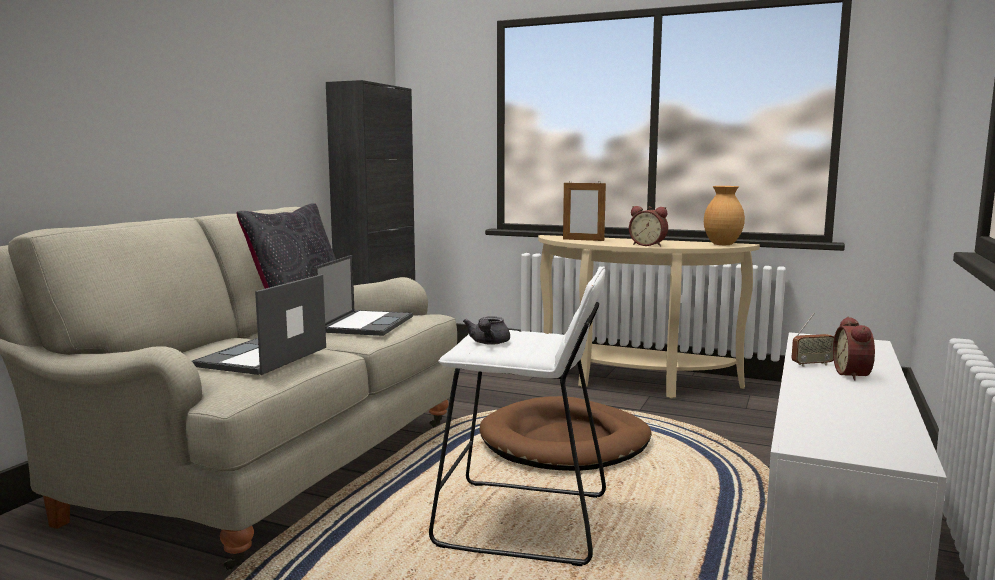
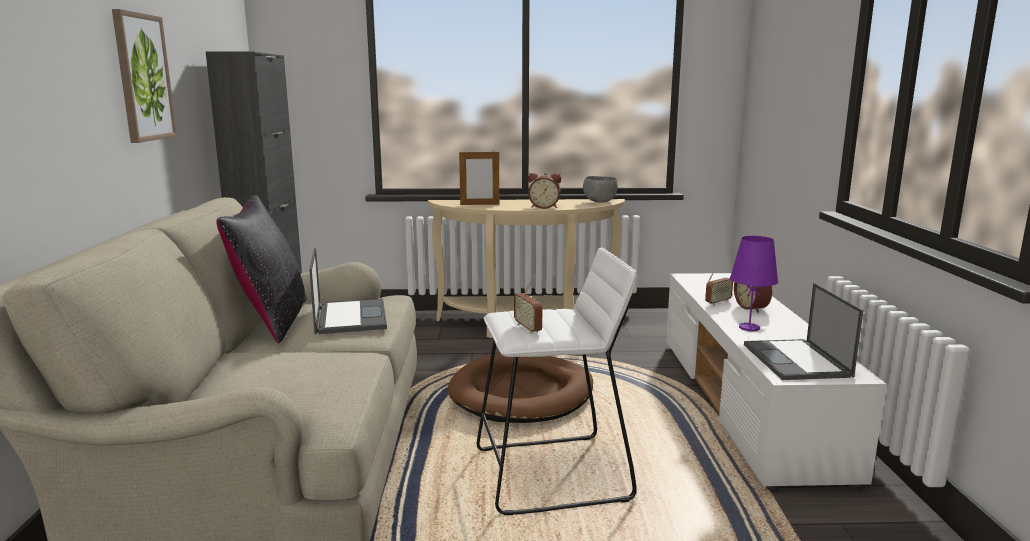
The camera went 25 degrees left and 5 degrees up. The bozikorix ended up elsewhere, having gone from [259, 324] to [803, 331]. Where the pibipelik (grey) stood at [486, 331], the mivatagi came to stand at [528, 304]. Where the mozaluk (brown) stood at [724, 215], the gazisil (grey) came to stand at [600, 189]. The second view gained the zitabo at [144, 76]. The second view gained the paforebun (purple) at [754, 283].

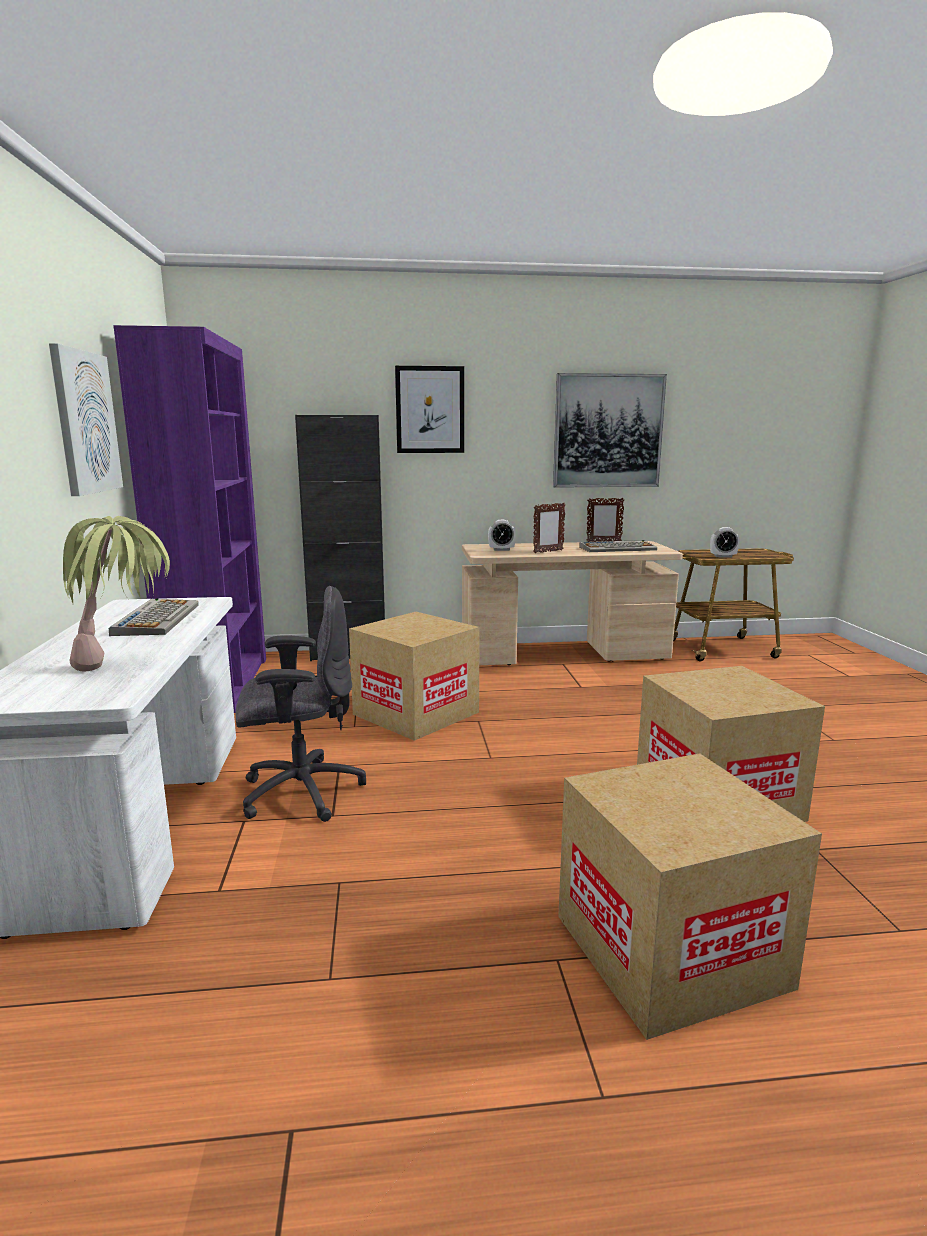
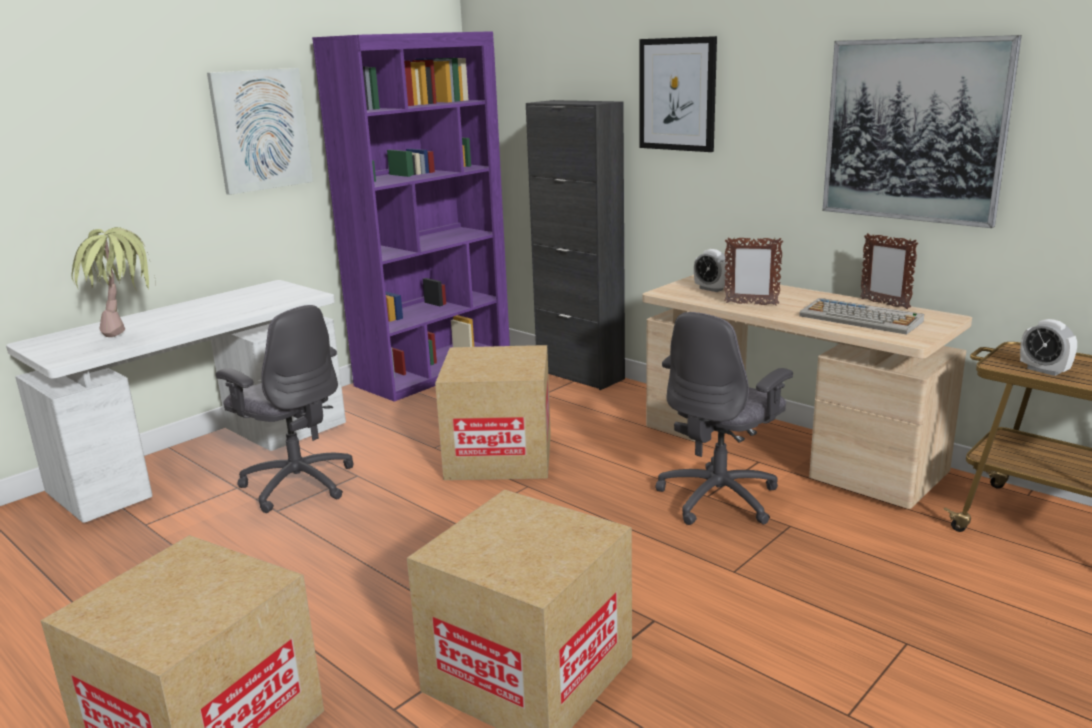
The camera went 50 degrees right and 5 degrees up. The second view lost the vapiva at [154, 617]. The second view gained the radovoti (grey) at [724, 418].

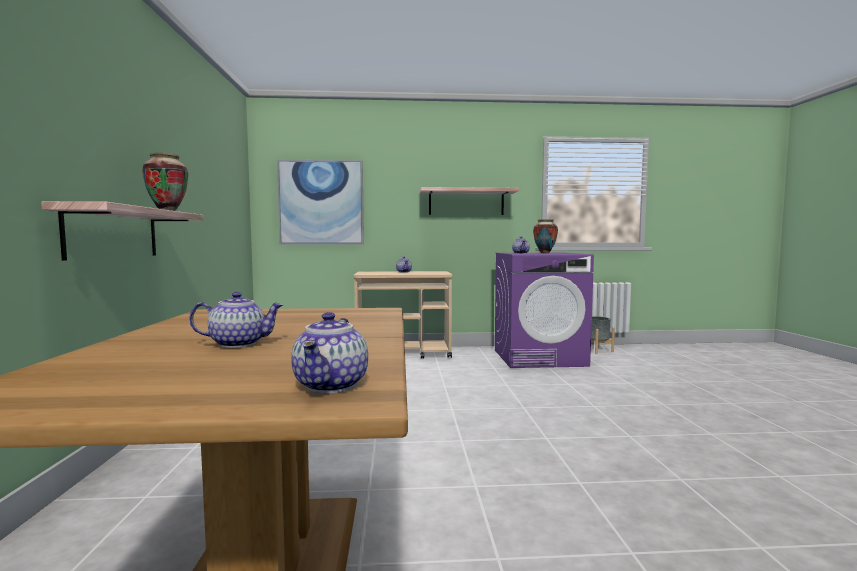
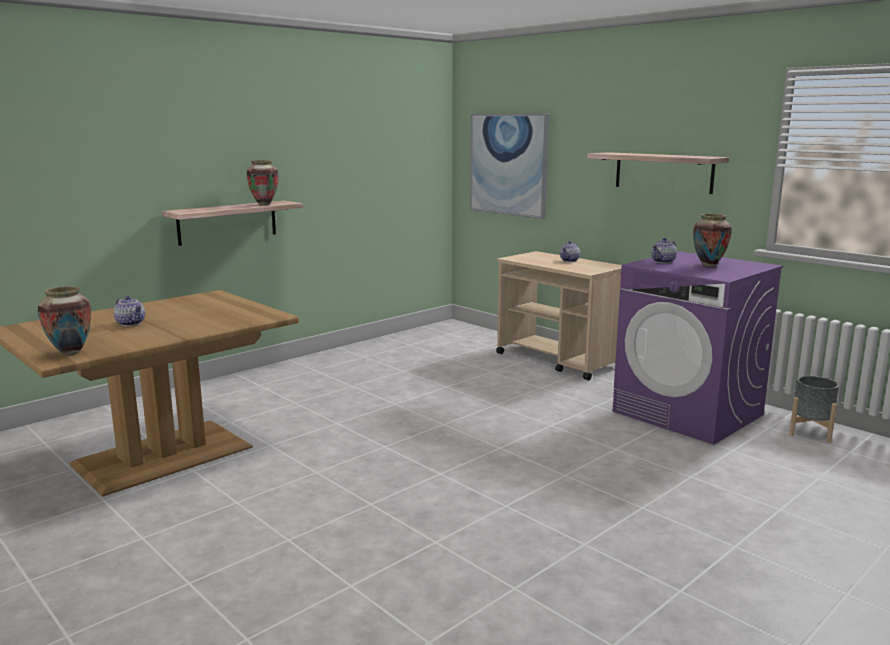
The camera went 50 degrees right and 10 degrees up. Where the pibipelik stood at [329, 352], the mozaluk came to stand at [64, 321].

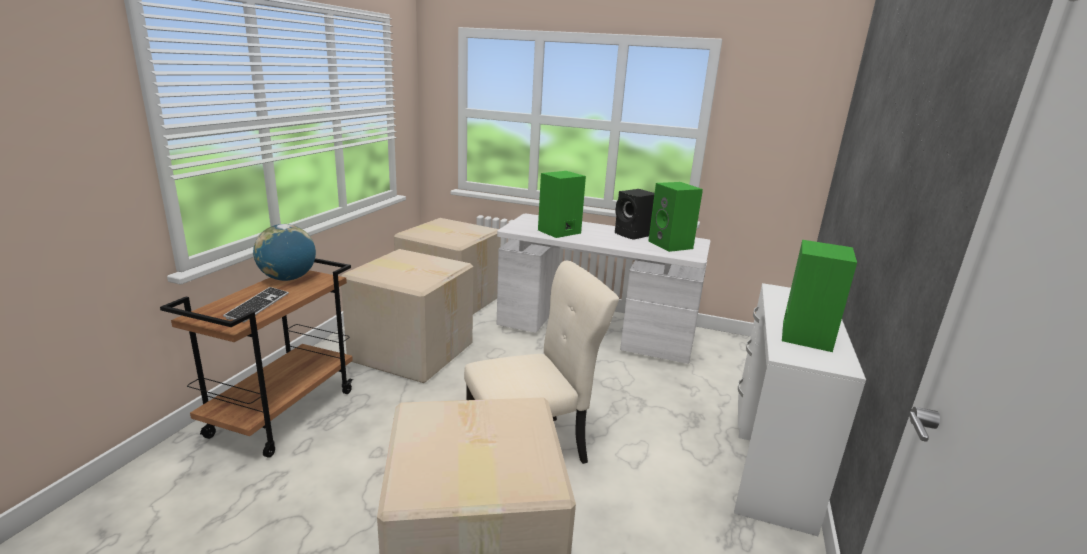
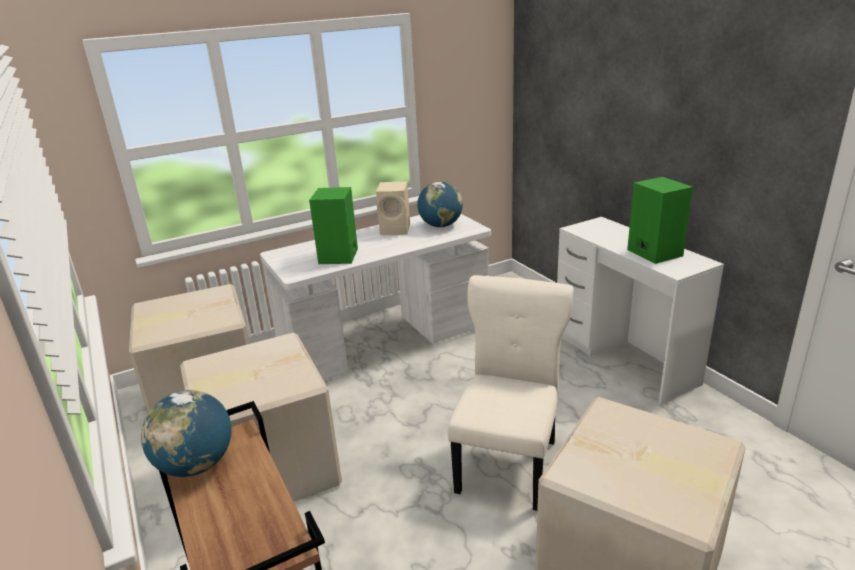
The camera went 45 degrees left and 5 degrees up. The second view lost the vapiva at [256, 304]. What was the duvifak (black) at [635, 214] turned into the duvifak (beige) at [393, 208]. Where the duvifak (green) stood at [675, 217], the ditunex came to stand at [440, 204].

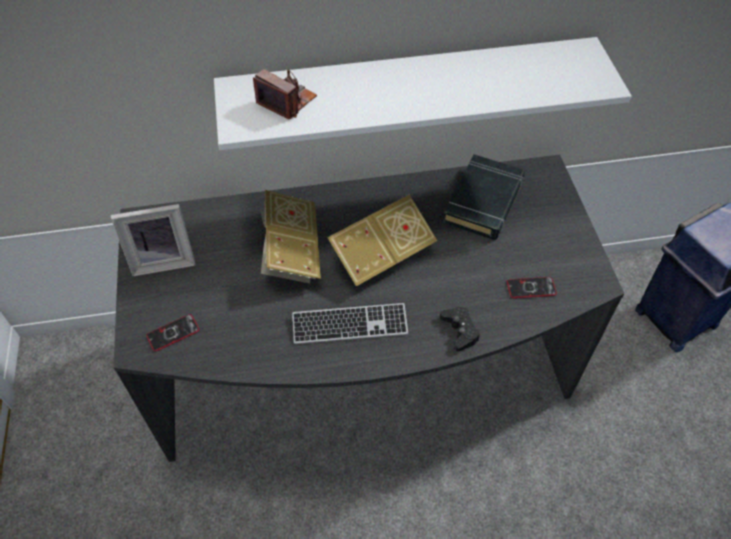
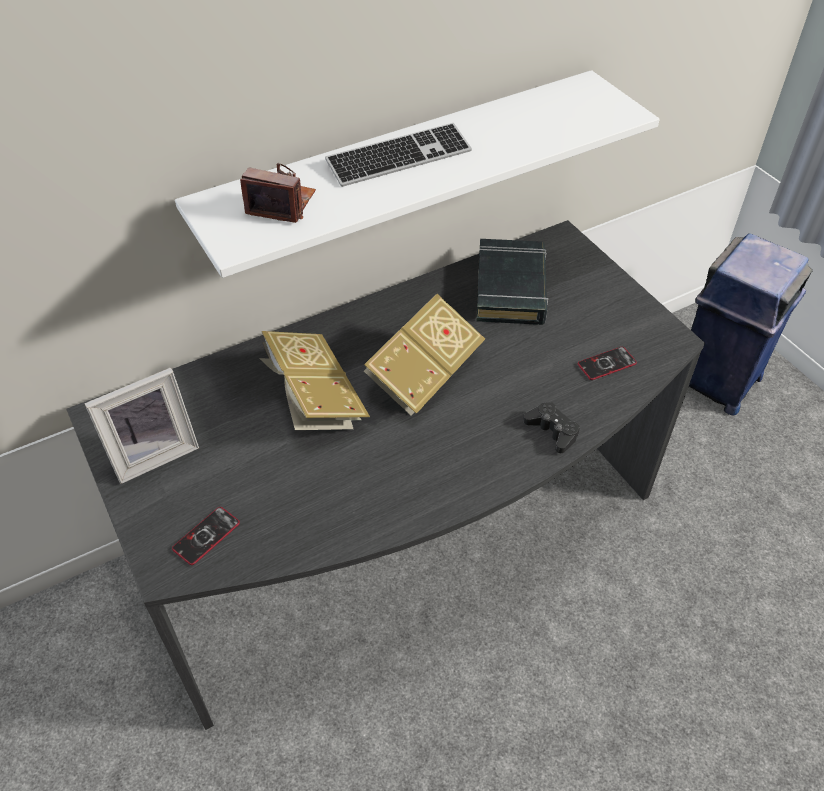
The camera went 20 degrees left and 5 degrees down. The vapiva ended up elsewhere, having gone from [350, 323] to [398, 155].

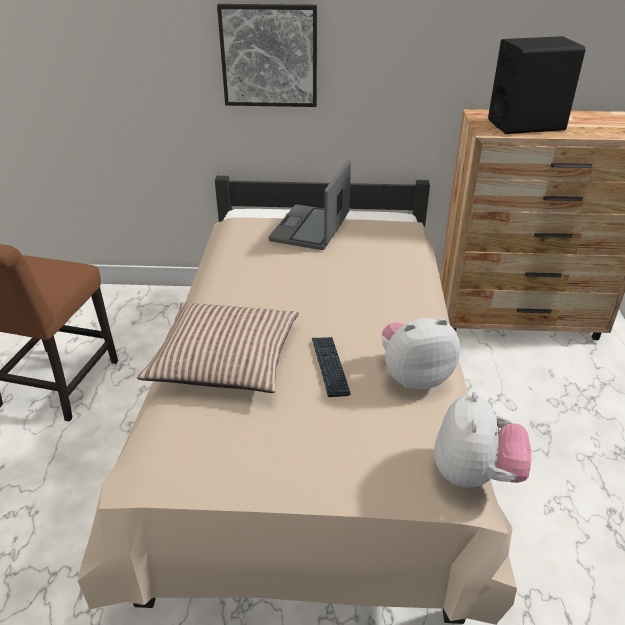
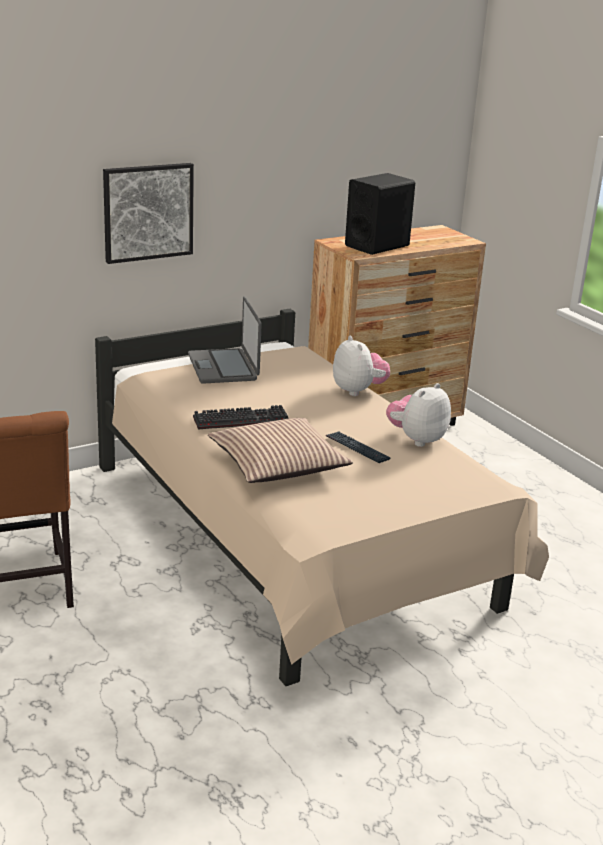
The camera went 35 degrees left and 10 degrees down. The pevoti ended up elsewhere, having gone from [483, 439] to [361, 366]. The second view gained the vapiva at [241, 417].

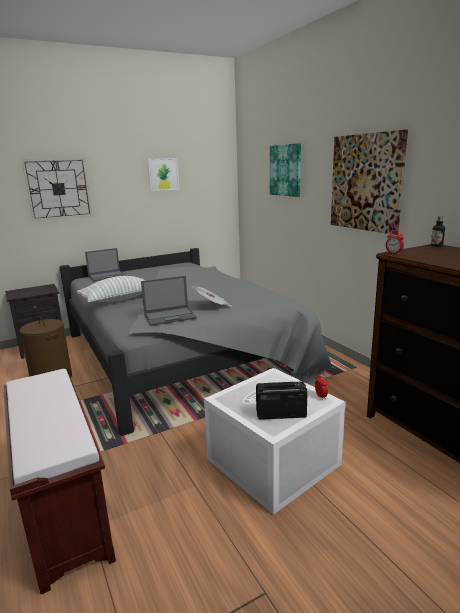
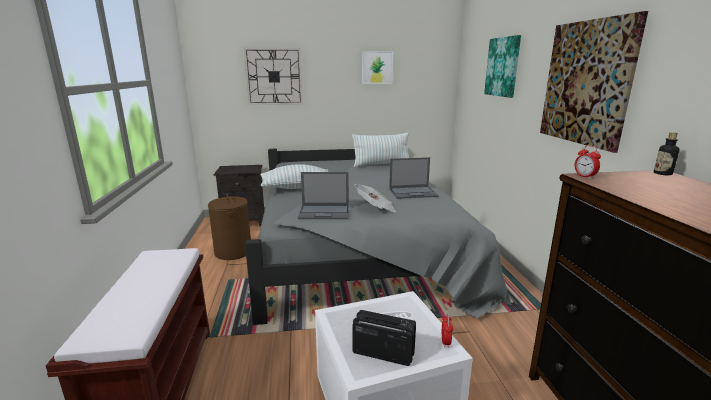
The camera went 20 degrees right and 0 degrees up. The bozikorix ended up elsewhere, having gone from [105, 264] to [413, 178]. The second view gained the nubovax at [380, 150].

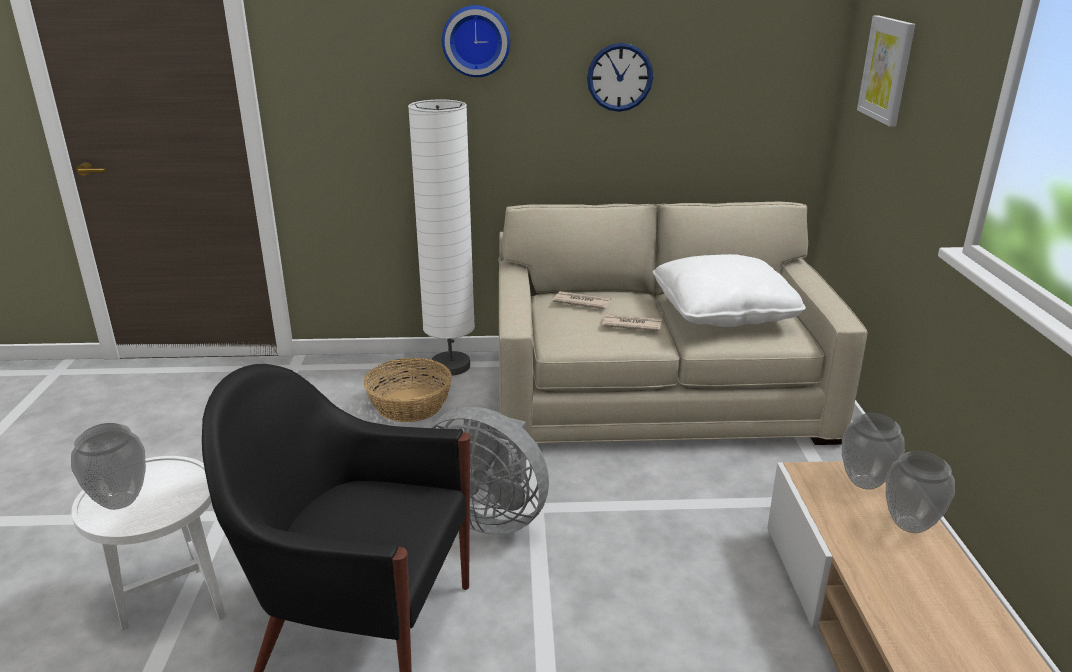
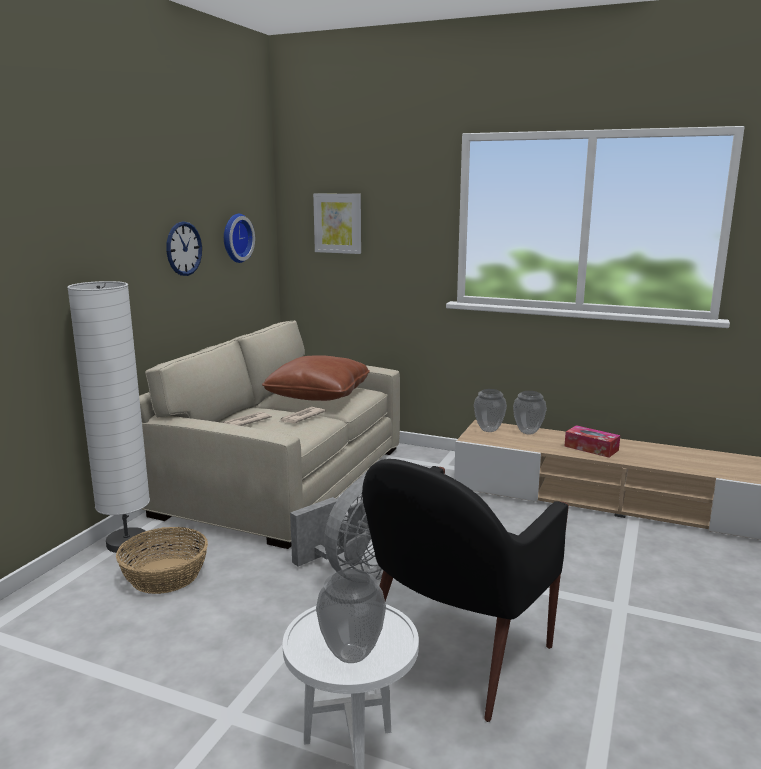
The camera went 65 degrees left and 10 degrees down. The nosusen ended up elsewhere, having gone from [476, 41] to [239, 238]. What was the nubovax (white) at [729, 290] turned into the nubovax (brown) at [316, 378]. The second view gained the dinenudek at [592, 441].

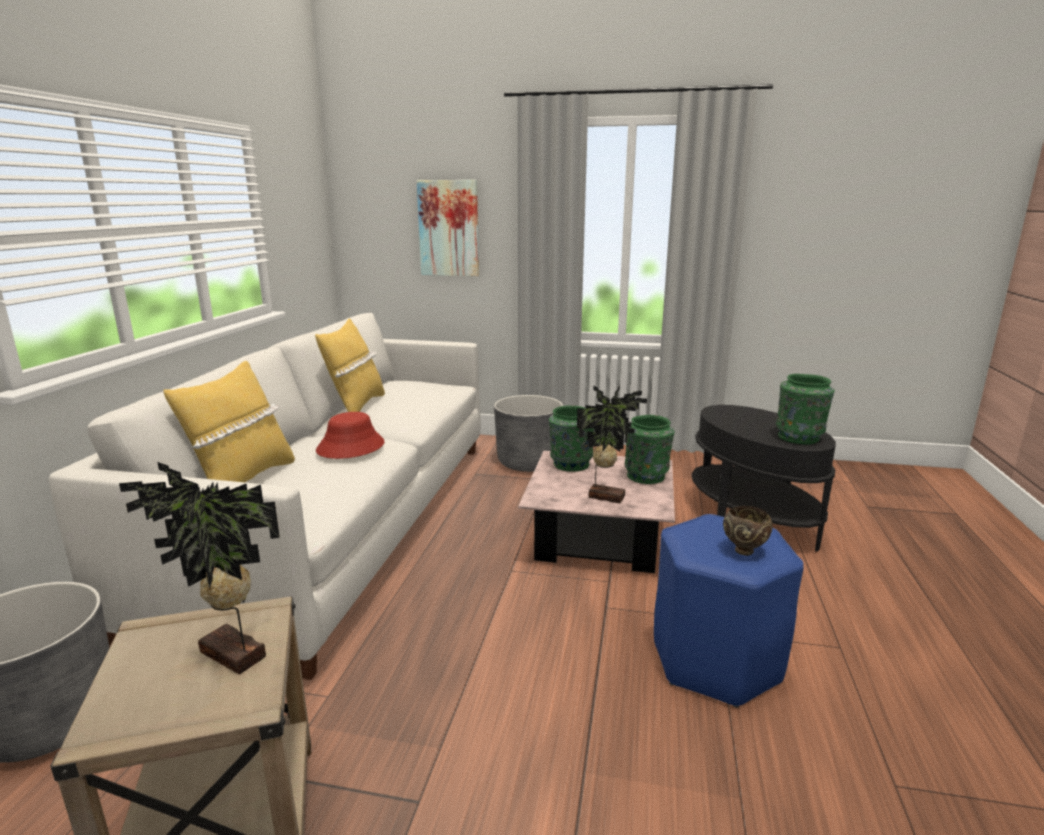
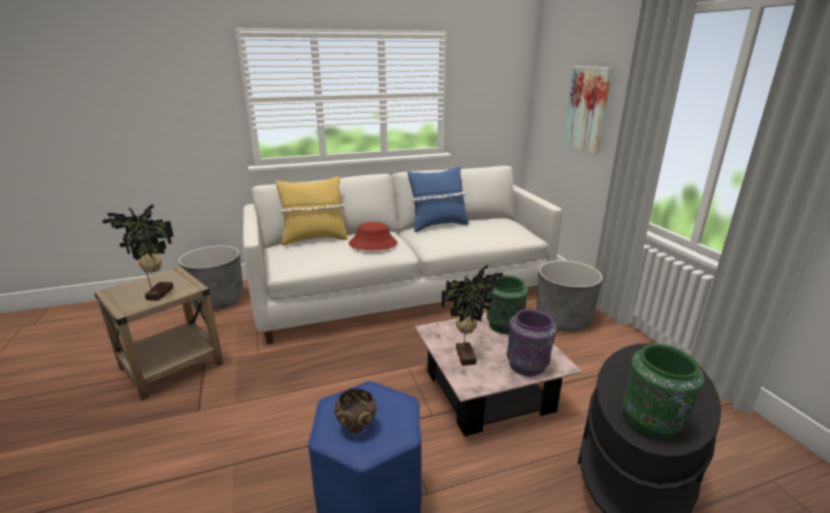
The camera went 60 degrees right and 5 degrees up. What was the nubovax (yellow) at [350, 365] turned into the nubovax (blue) at [438, 199]. What was the mozaluk (green) at [649, 449] turned into the mozaluk (purple) at [532, 342].

